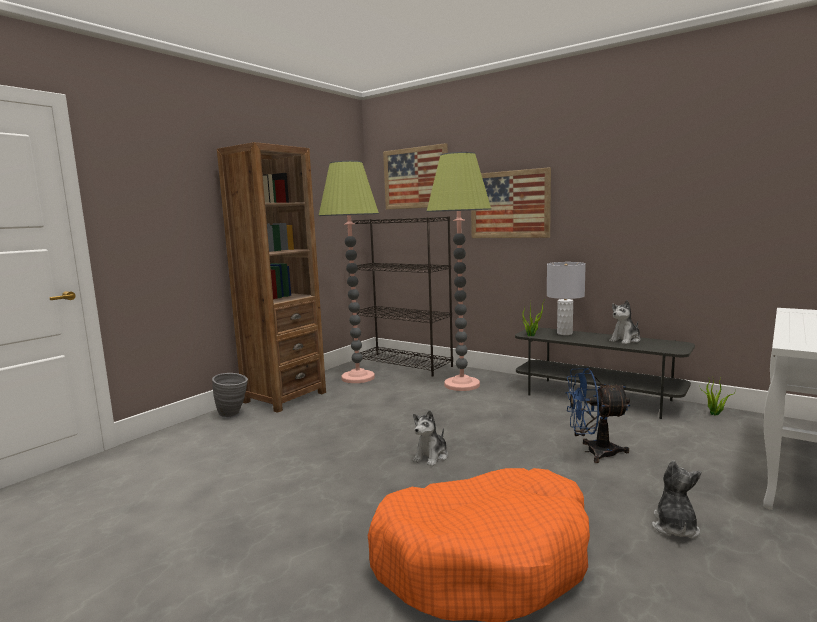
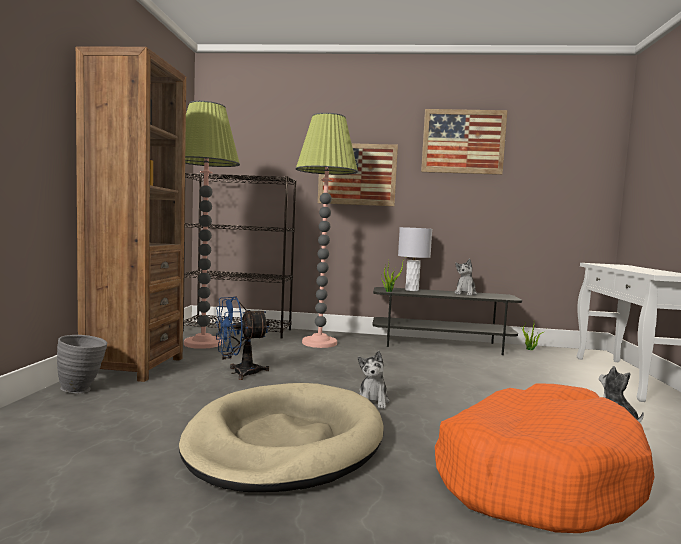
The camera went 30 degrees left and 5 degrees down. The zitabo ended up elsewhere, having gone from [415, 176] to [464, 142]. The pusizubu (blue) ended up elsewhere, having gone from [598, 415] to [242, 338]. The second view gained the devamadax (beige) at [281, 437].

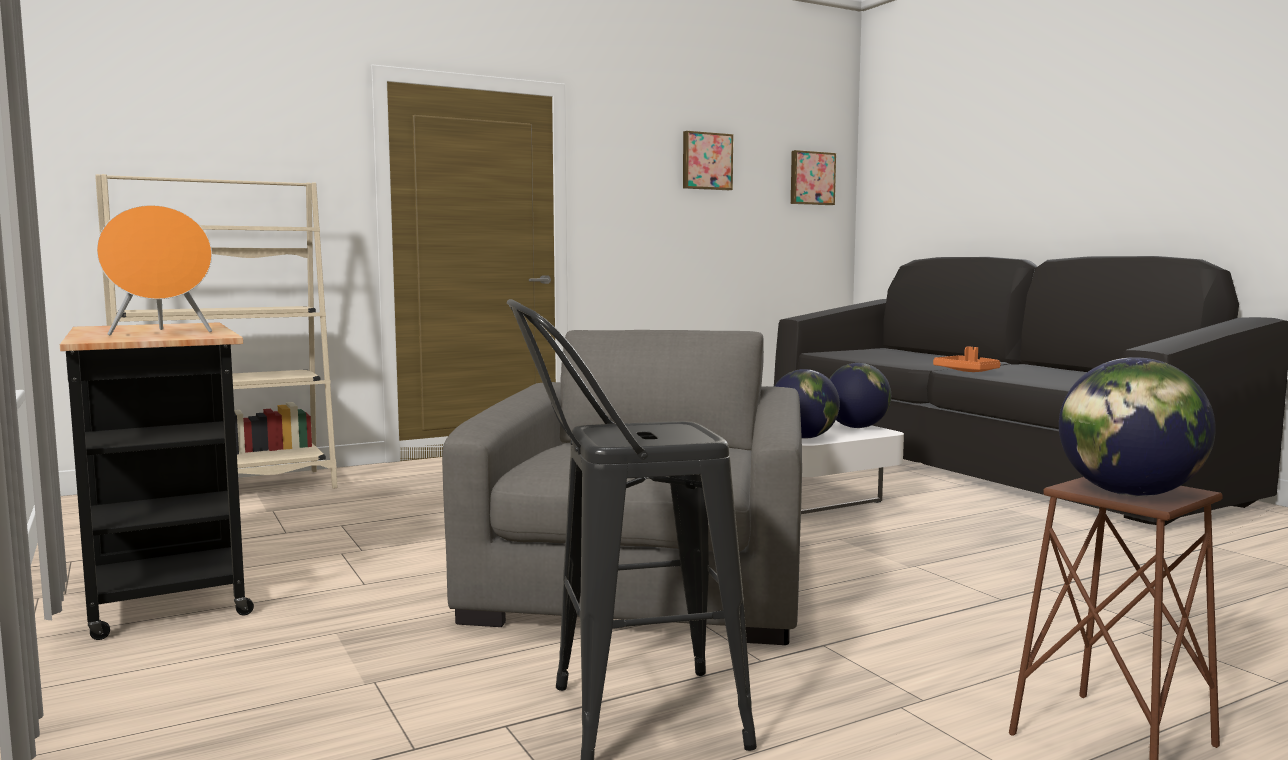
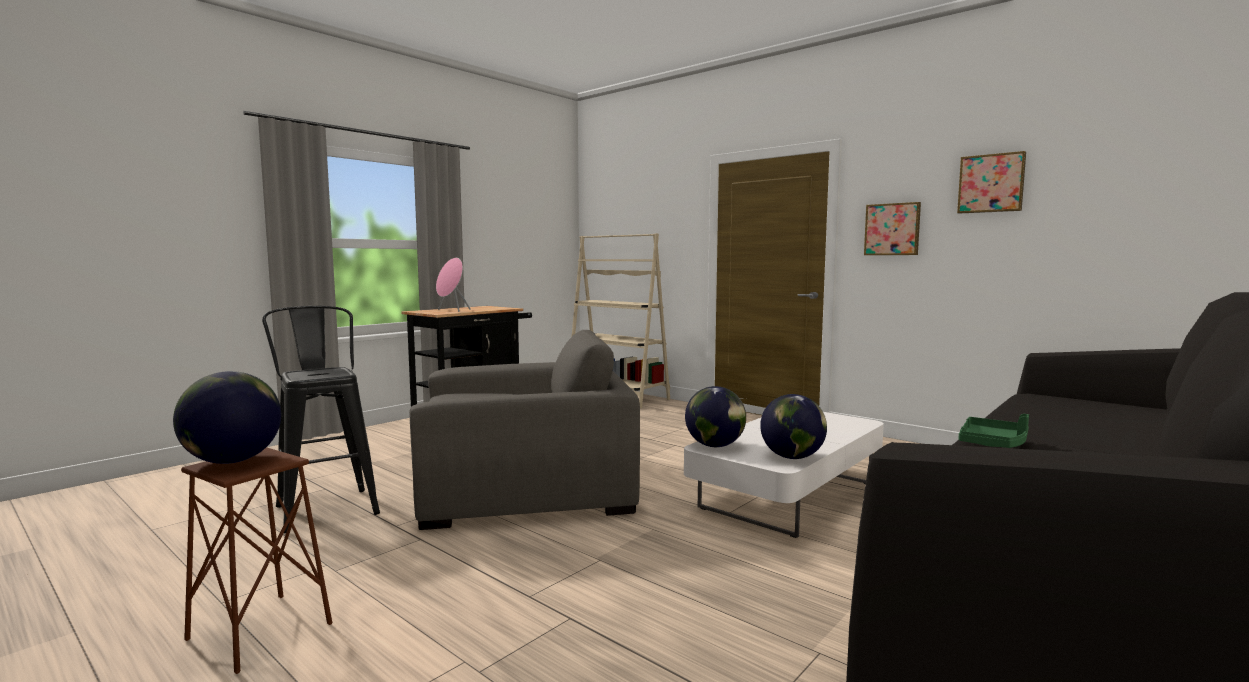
The camera went 70 degrees right and 0 degrees up. What was the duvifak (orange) at [154, 270] turned into the duvifak (pink) at [453, 285]. The zitabo ended up elsewhere, having gone from [813, 177] to [892, 228]. What was the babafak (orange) at [967, 359] turned into the babafak (green) at [994, 431].

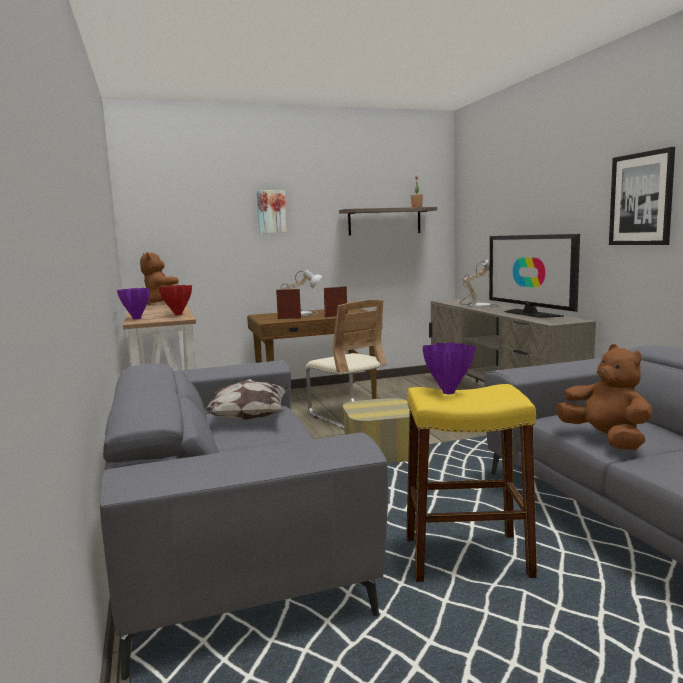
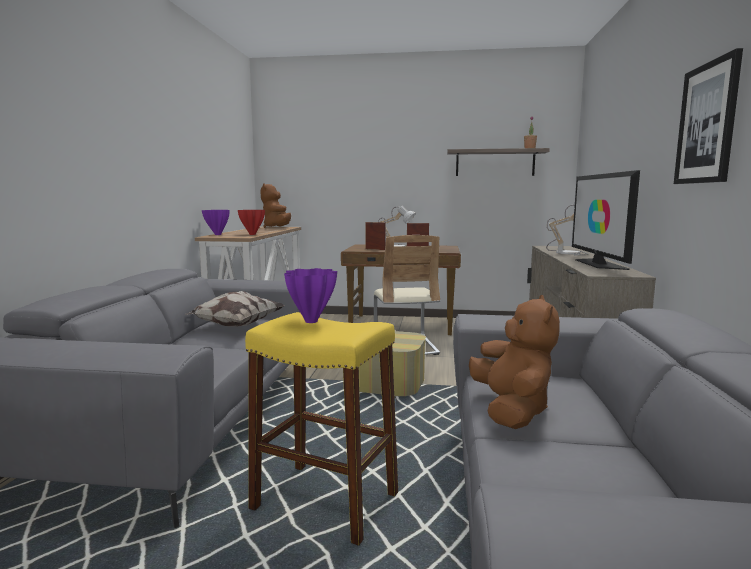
The camera went 25 degrees right and 0 degrees up. The second view lost the zitabo at [272, 211].

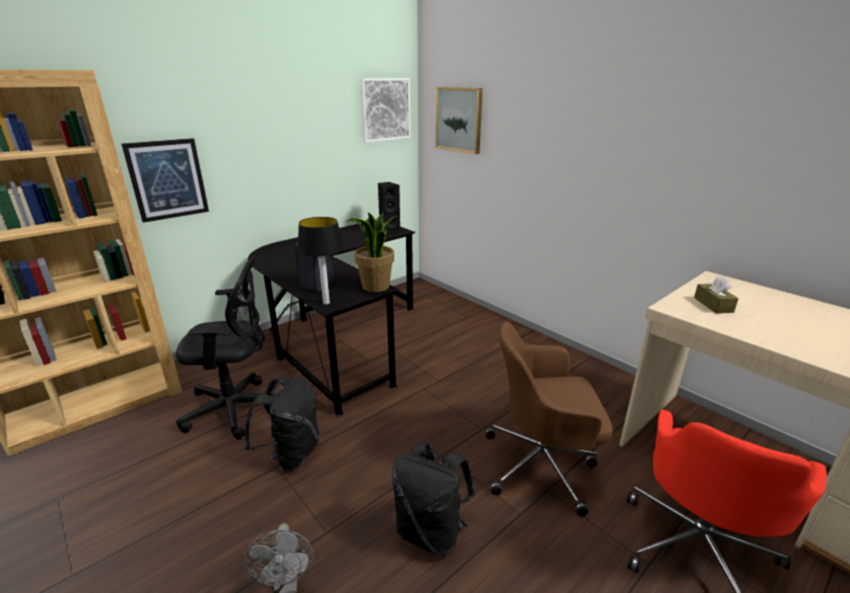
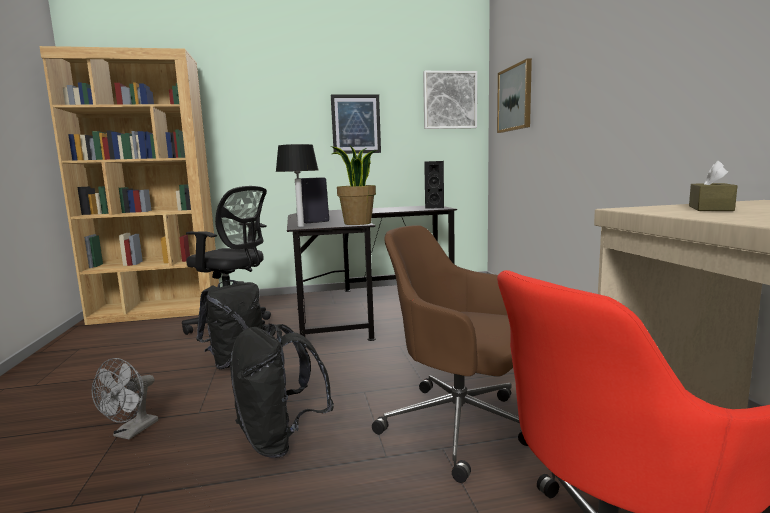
The camera went 30 degrees right and 15 degrees down. The zitabo ended up elsewhere, having gone from [165, 180] to [356, 124].

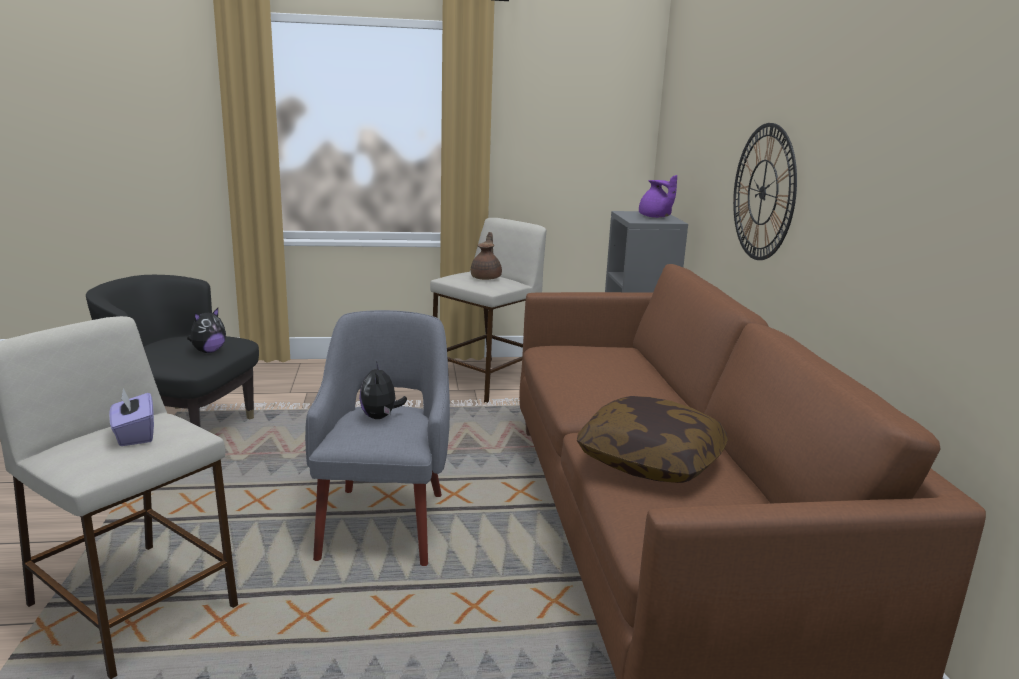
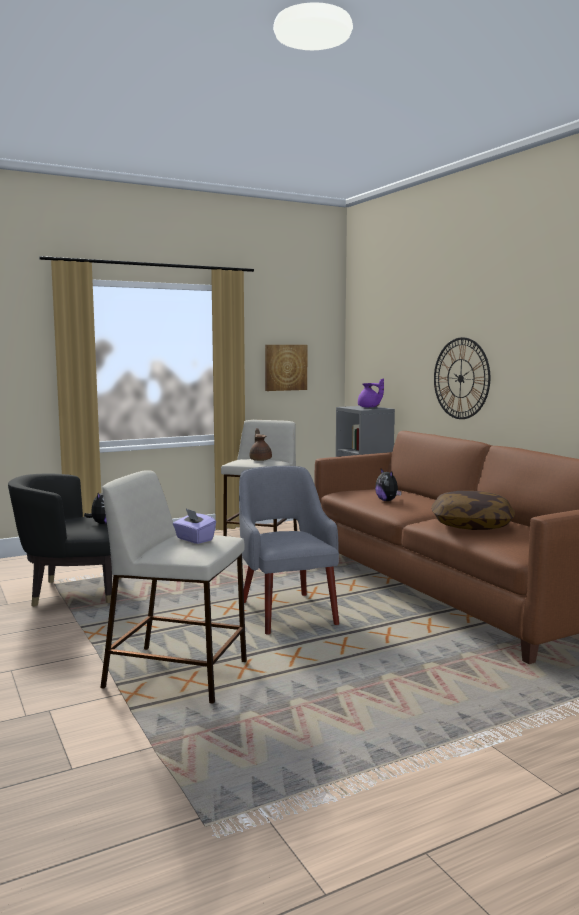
The camera went 20 degrees left and 10 degrees down. The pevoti ended up elsewhere, having gone from [383, 390] to [388, 485]. The second view gained the zitabo at [286, 368].

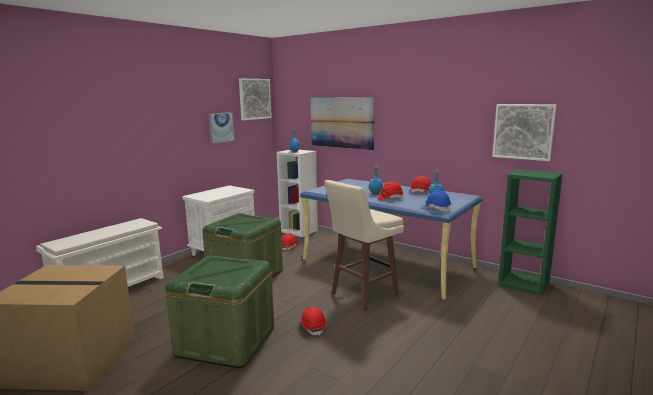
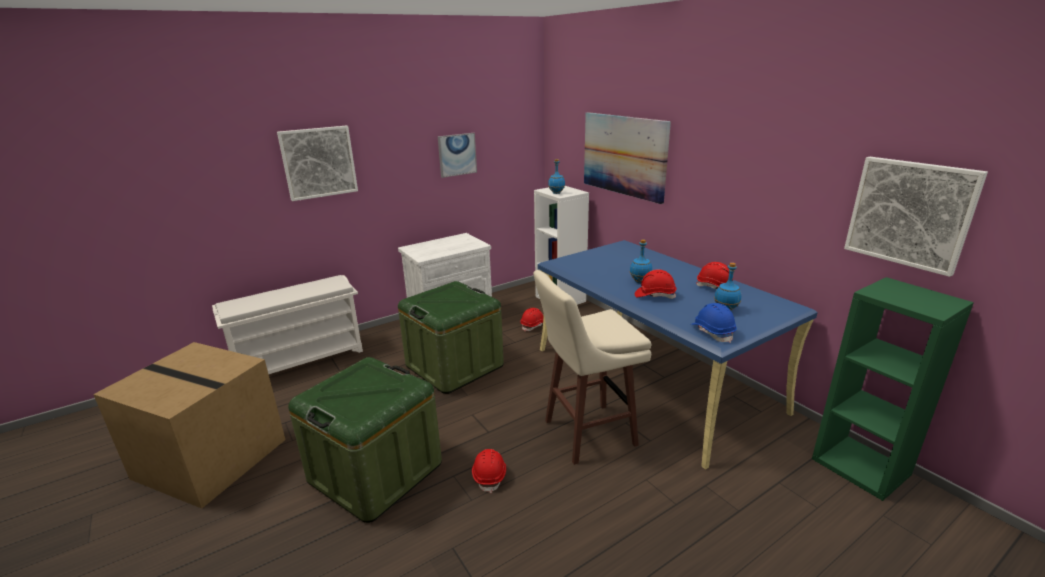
The camera went 20 degrees right and 10 degrees up. The zitabo ended up elsewhere, having gone from [255, 99] to [317, 163].

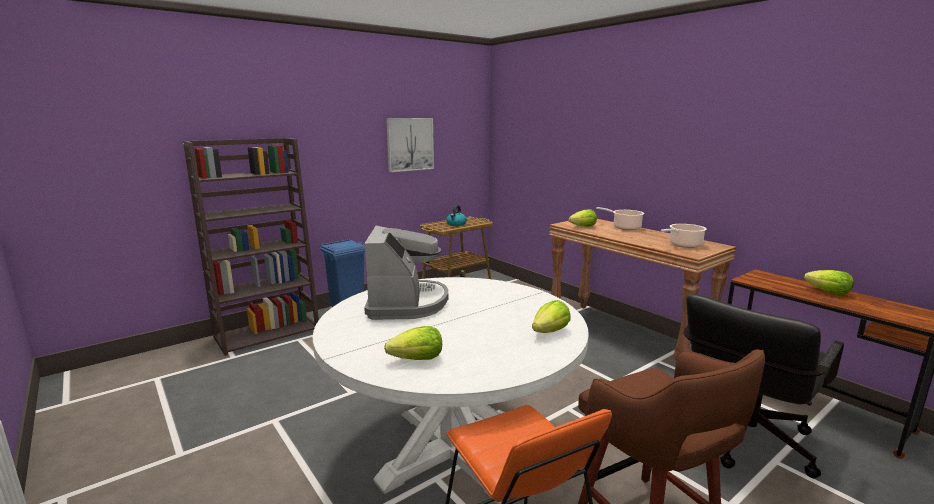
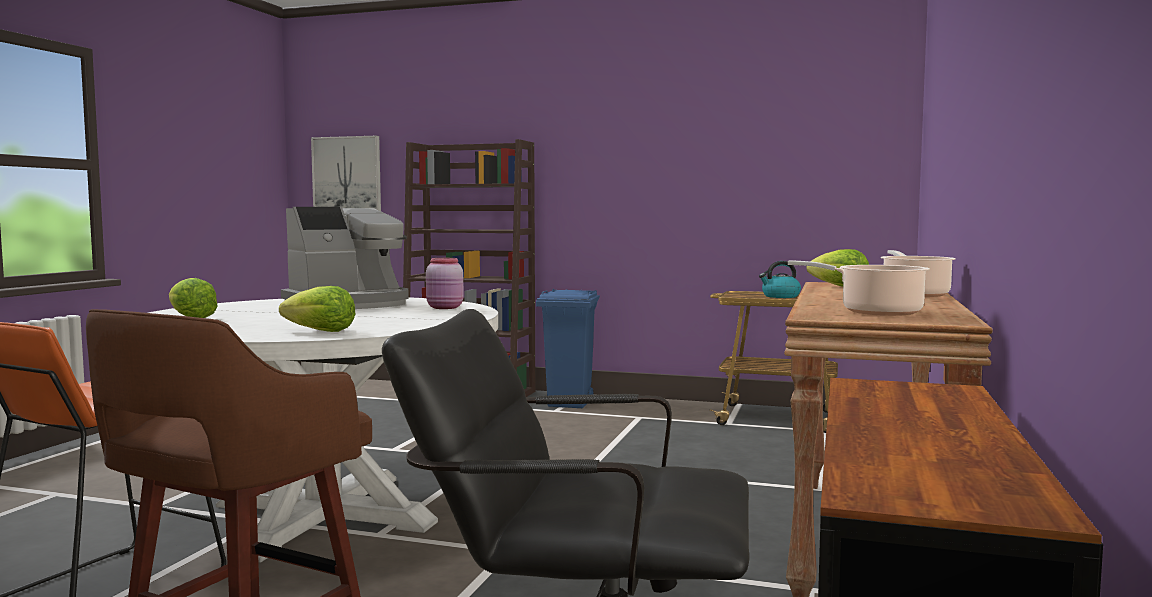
The camera went 55 degrees right and 10 degrees down. The zitabo ended up elsewhere, having gone from [410, 145] to [346, 173]. The second view lost the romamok at [829, 282]. The second view gained the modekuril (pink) at [445, 283].

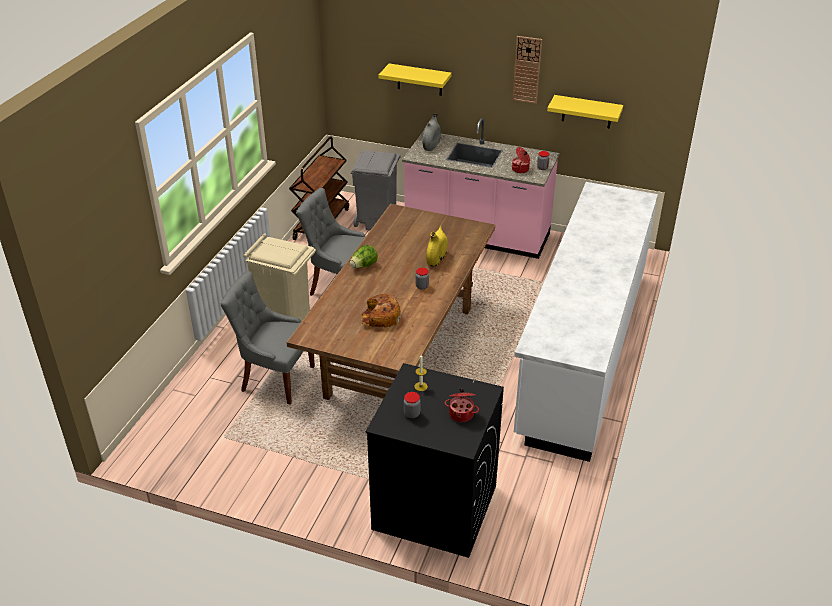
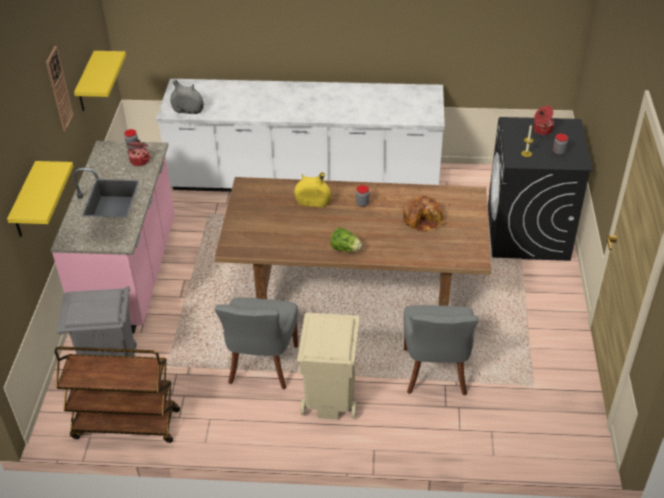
The camera went 105 degrees left and 5 degrees up. The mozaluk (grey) ended up elsewhere, having gone from [431, 132] to [187, 97].

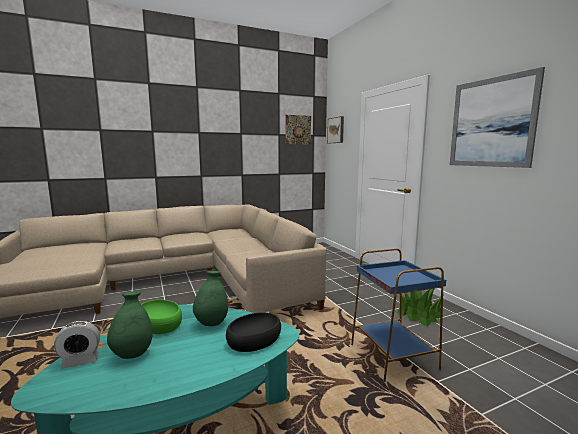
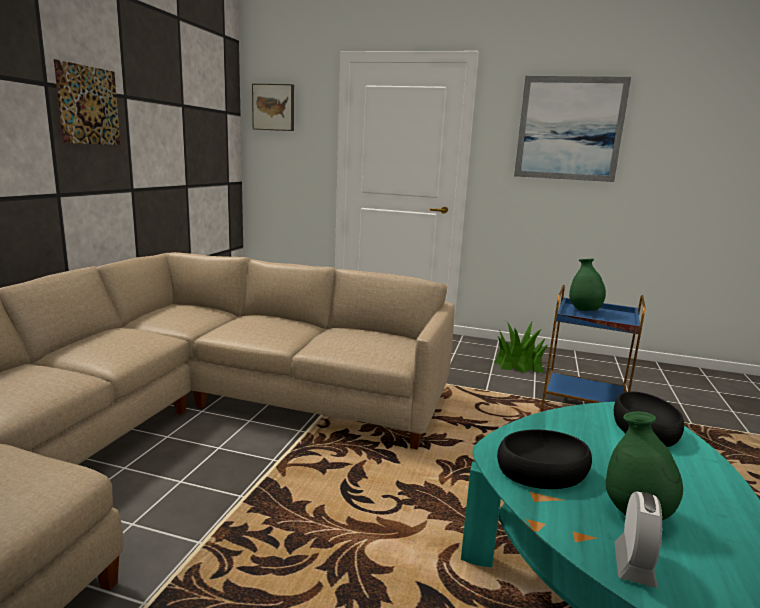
The camera went 50 degrees left and 5 degrees up. What was the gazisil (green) at [161, 316] turned into the gazisil (black) at [544, 459]. The mozaluk (green) ended up elsewhere, having gone from [210, 298] to [587, 285]. The zitabo ended up elsewhere, having gone from [298, 130] to [87, 102].

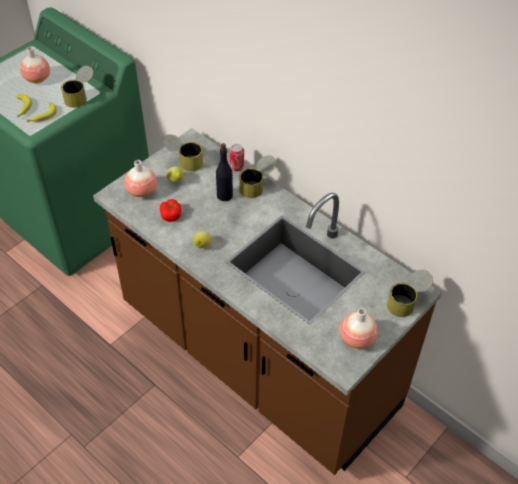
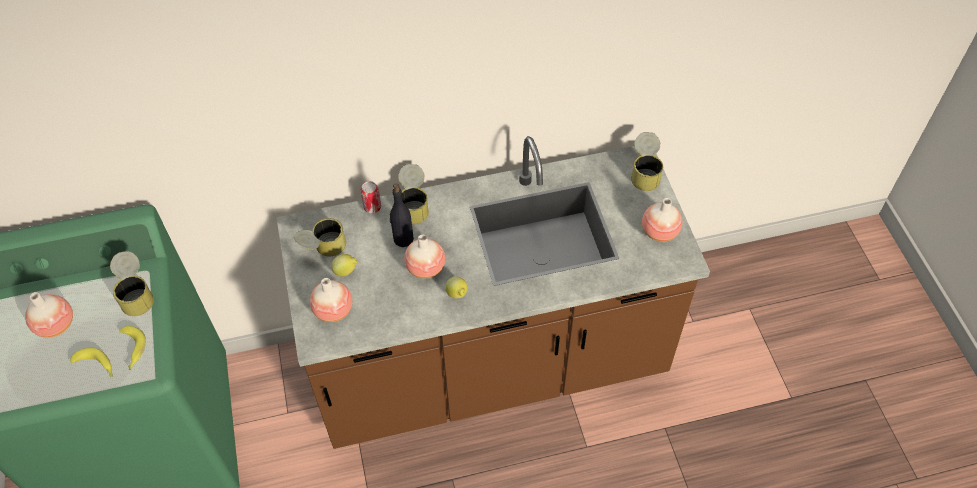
The camera went 55 degrees left and 5 degrees up. The second view lost the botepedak at [170, 210]. The second view gained the mozaluk at [424, 256].

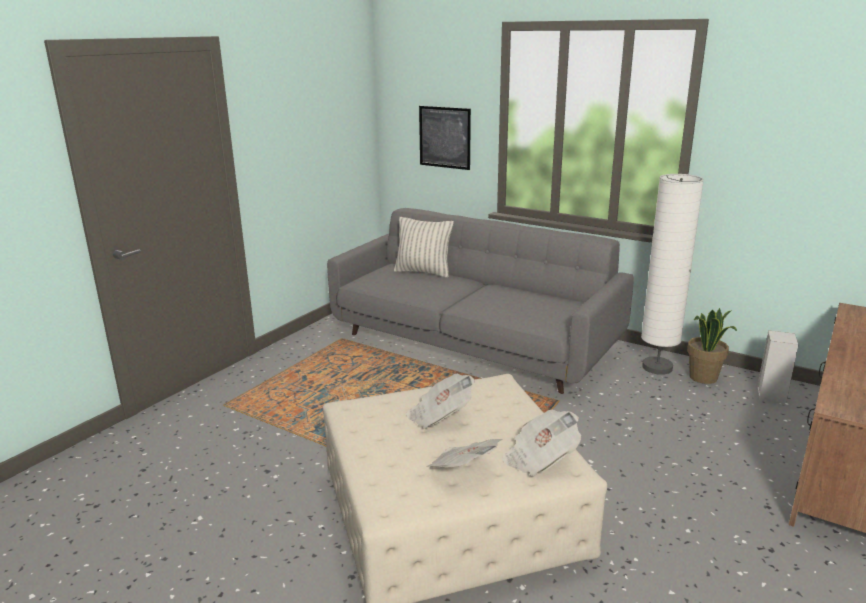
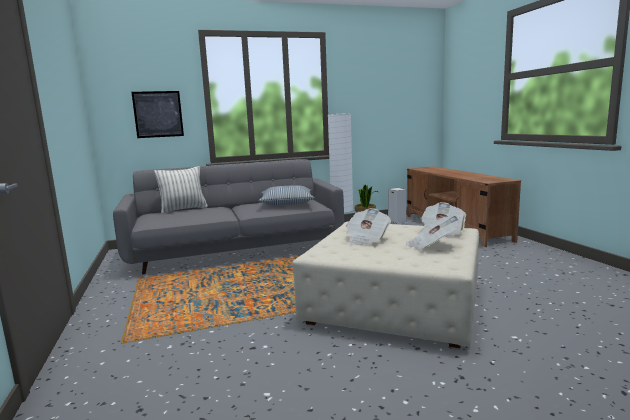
The camera went 50 degrees left and 10 degrees down. The second view gained the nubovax at [286, 195].

